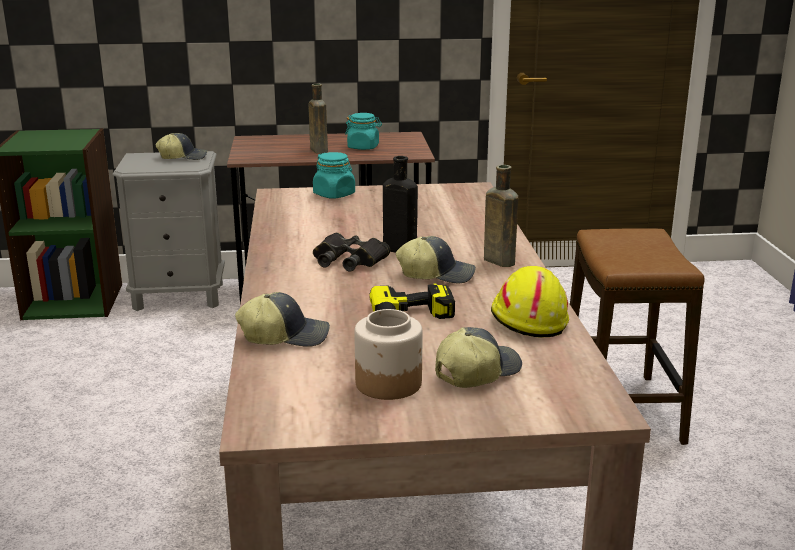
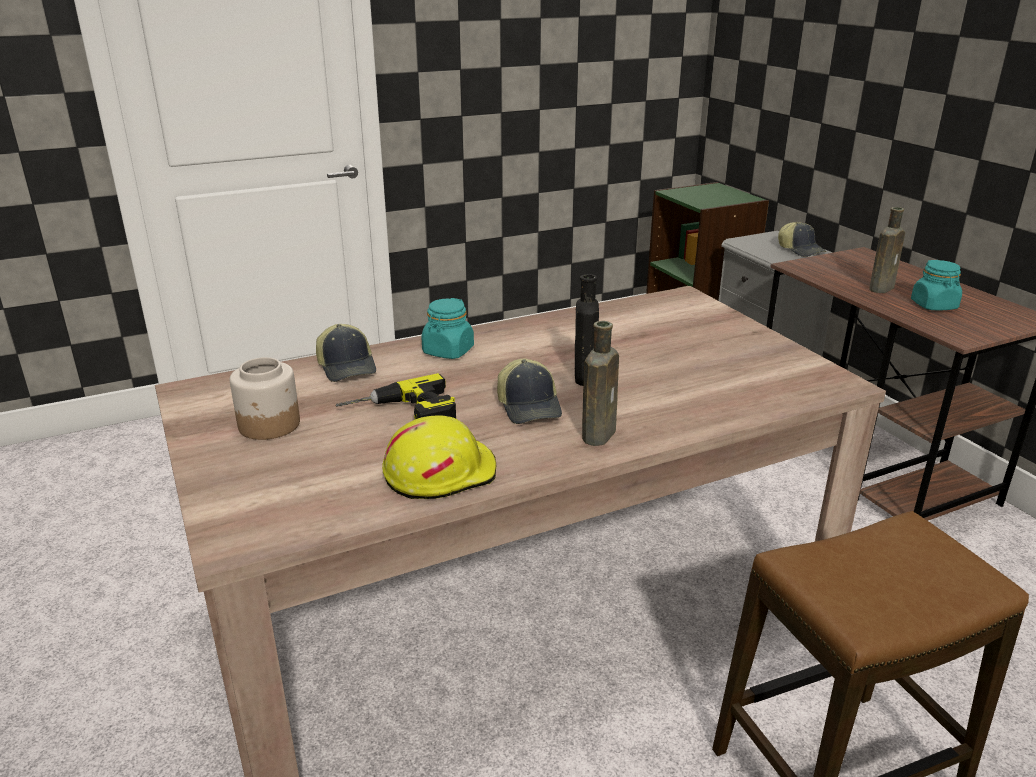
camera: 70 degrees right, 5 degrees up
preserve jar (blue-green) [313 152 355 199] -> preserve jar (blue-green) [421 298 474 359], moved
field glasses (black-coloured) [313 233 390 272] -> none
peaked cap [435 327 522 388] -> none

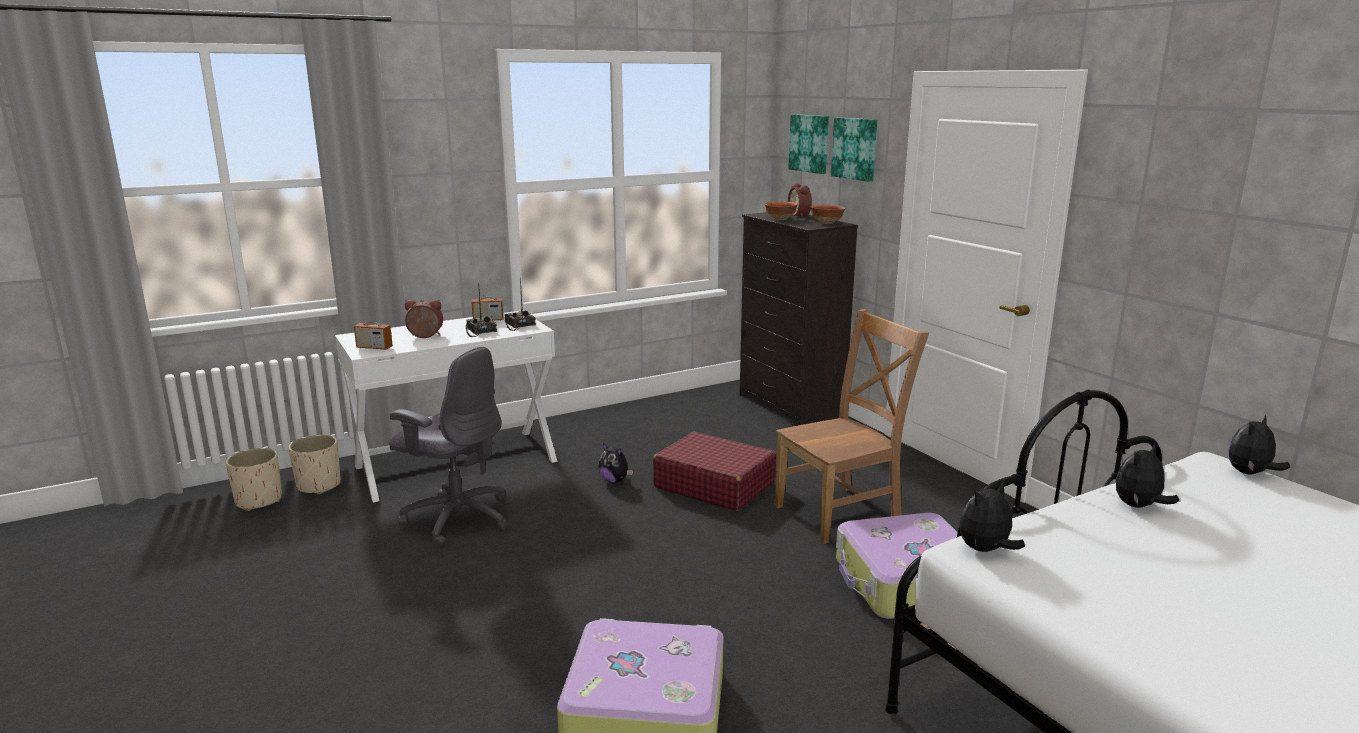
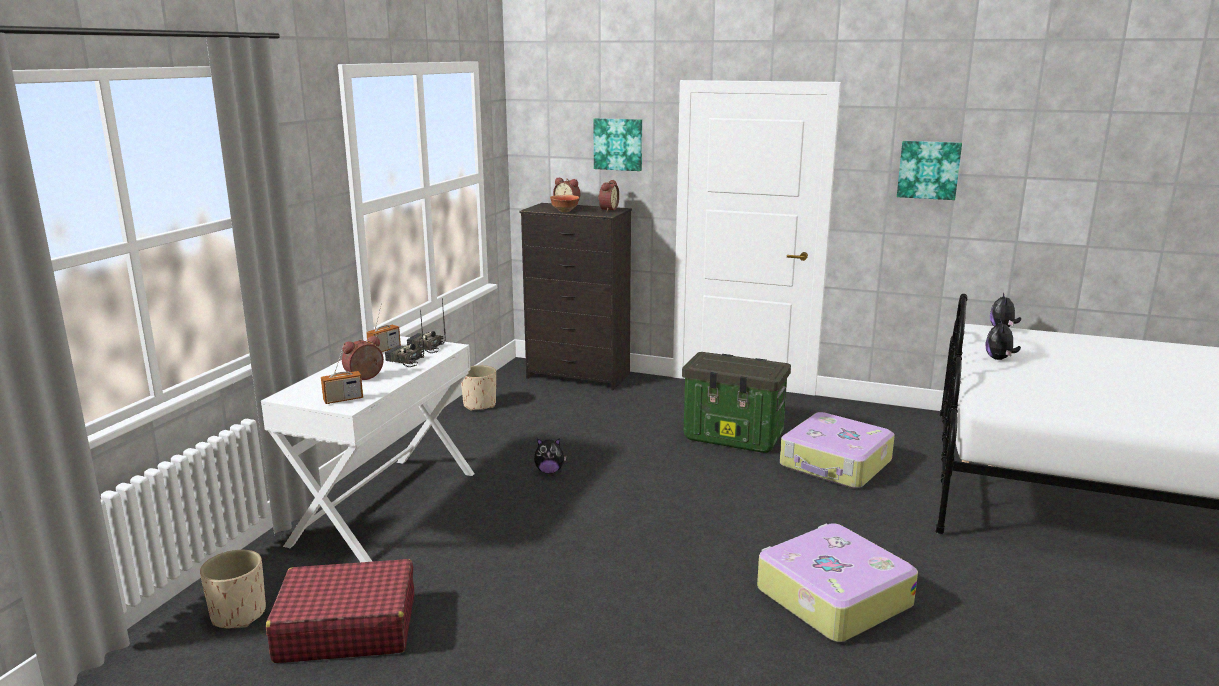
camera: 40 degrees left, 0 degrees up
planter (beige) [288 435 341 494] -> planter (beige) [461 365 496 411], moved
computer chair (greyish) [389 347 508 547] -> none
travel case (red-coloured) [653 432 776 511] -> travel case (red-coloured) [266 559 414 663], moved
plain chair (brown-coloured) [774 309 929 544] -> storage box [682 352 791 453]
wall picture [789 114 829 174] -> wall picture [897 141 962 200], moved
serving bowl [810 204 845 224] -> bedside clock [598 180 619 212]
cuddly toy [960 482 1025 552] -> none

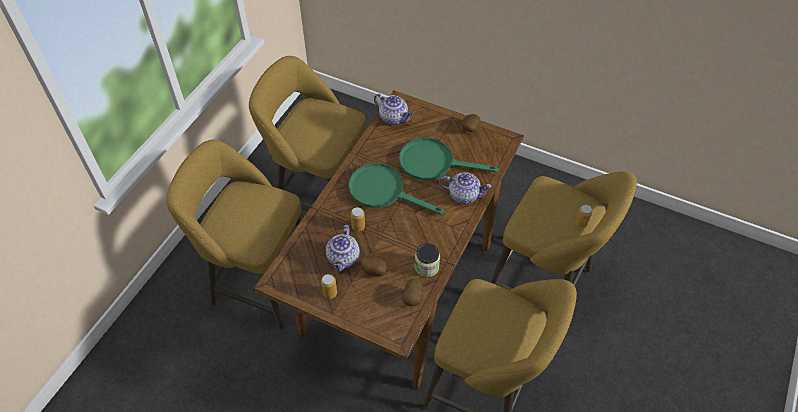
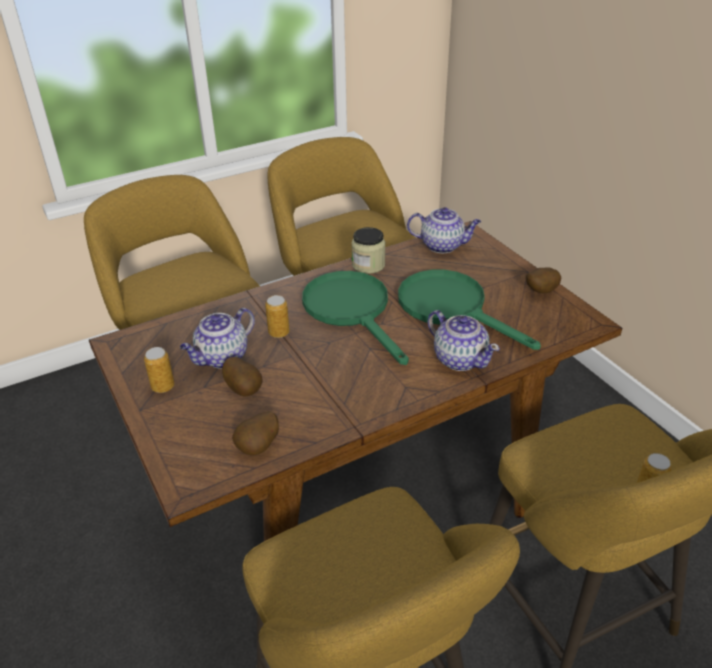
camera: 35 degrees right, 15 degrees down
pot for tea [374 94 414 125] -> pot for tea [407 207 481 253], 60 degrees counterclockwise
preserve jar [415 243 440 277] -> preserve jar [351 227 386 274], moved

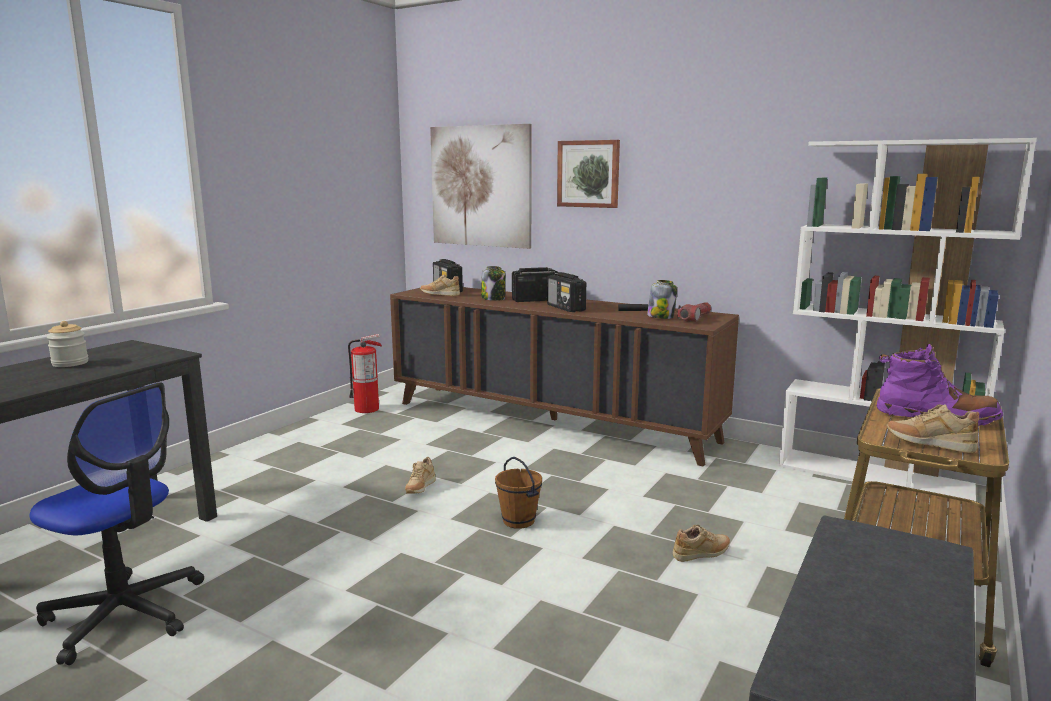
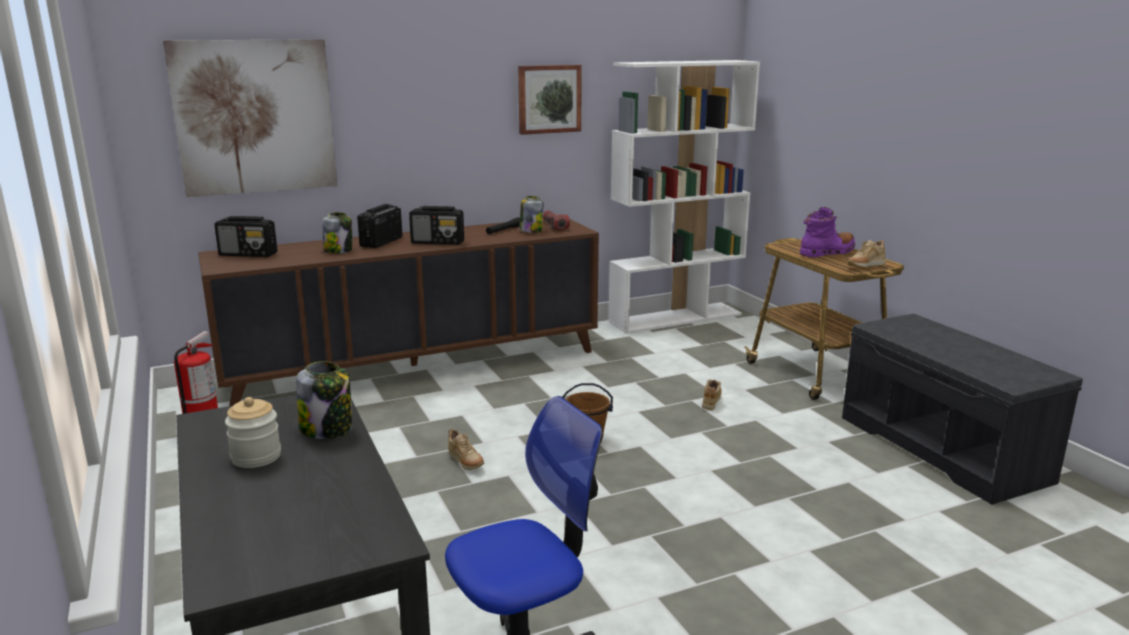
camera: 55 degrees left, 5 degrees up
item of footwear (beige) [420 274 460 296] -> none
wall picture [557 140 620 208] -> wall picture [518 65 582 135], moved
none -> preserve jar [296 361 352 439]

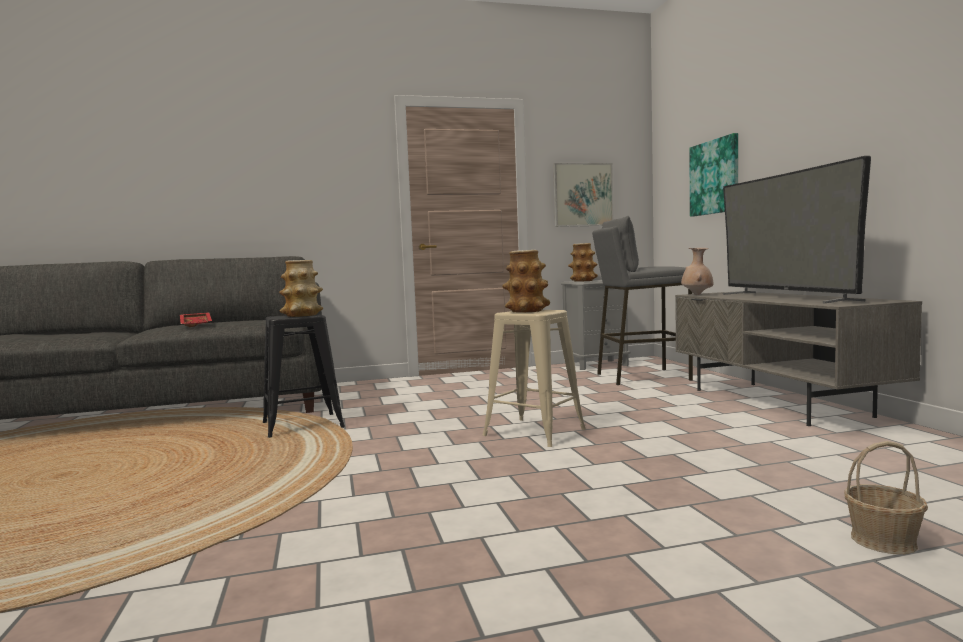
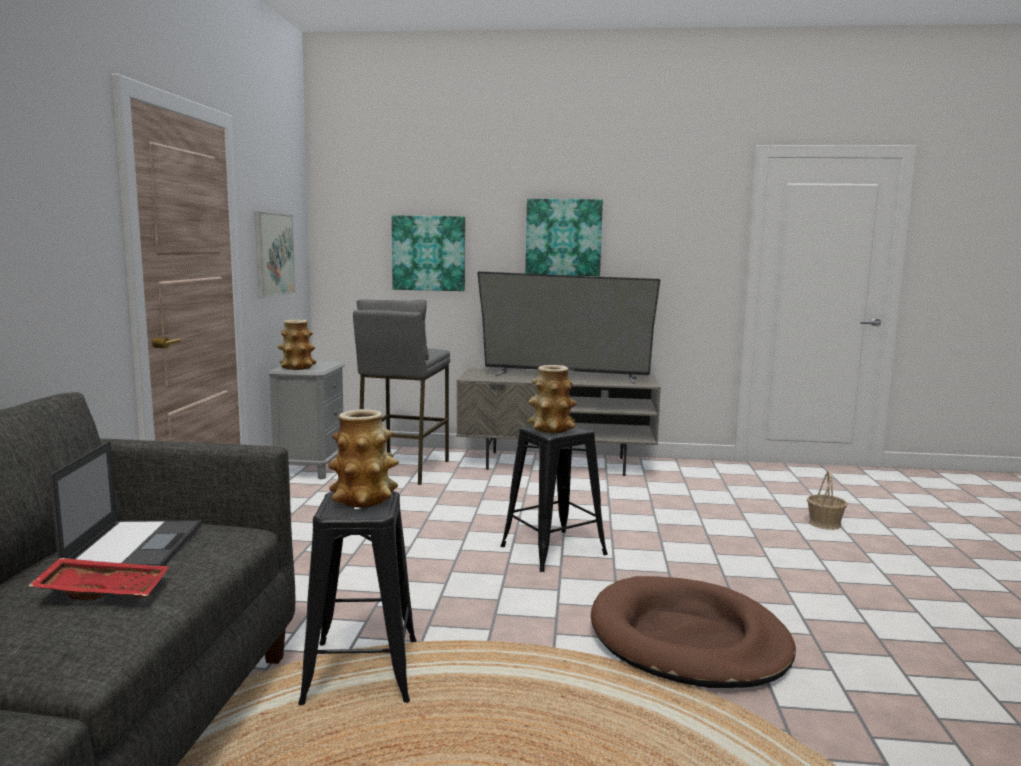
camera: 70 degrees left, 5 degrees up
sitting stool (beige) [483 310 586 447] -> sitting stool (black-coloured) [501 425 608 572]
vase (beige) [681 248 714 295] -> none
none -> portable computer [49 441 202 566]
none -> wall picture [526 199 603 276]
none -> dog bed (brown-coloured) [591 576 796 688]

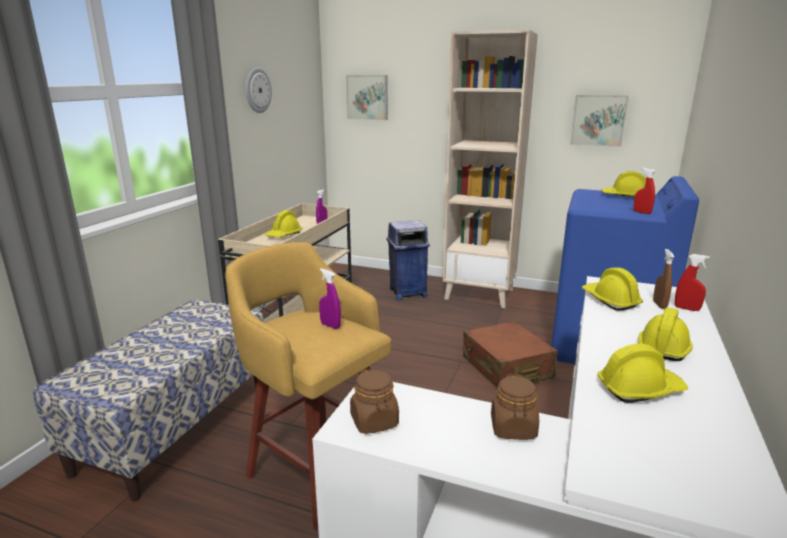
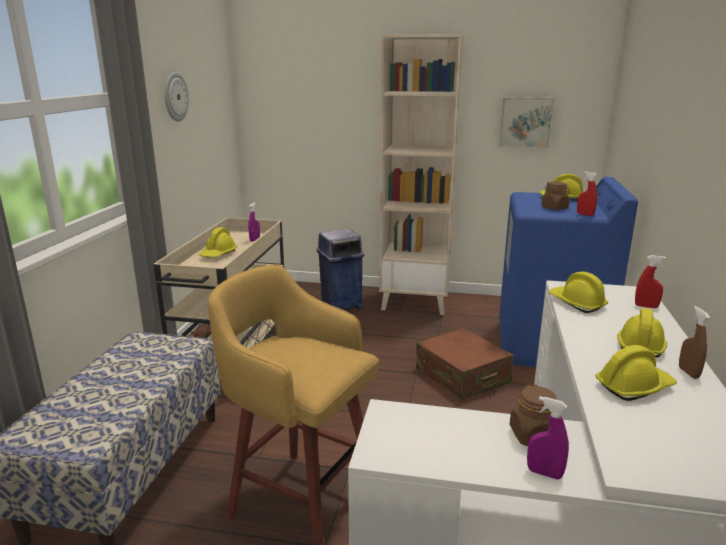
camera: 10 degrees left, 0 degrees up
hand sprayer (purple-coloured) [319 269 341 329] -> hand sprayer (purple-coloured) [527 396 569 479], moved
wall picture [346 75 388 120] -> none
preserve jar (brown-coloured) [350 369 399 434] -> preserve jar (brown-coloured) [541 182 570 210], moved
hand sprayer (brown-coloured) [653 249 674 309] -> hand sprayer (brown-coloured) [679 306 710 379], moved

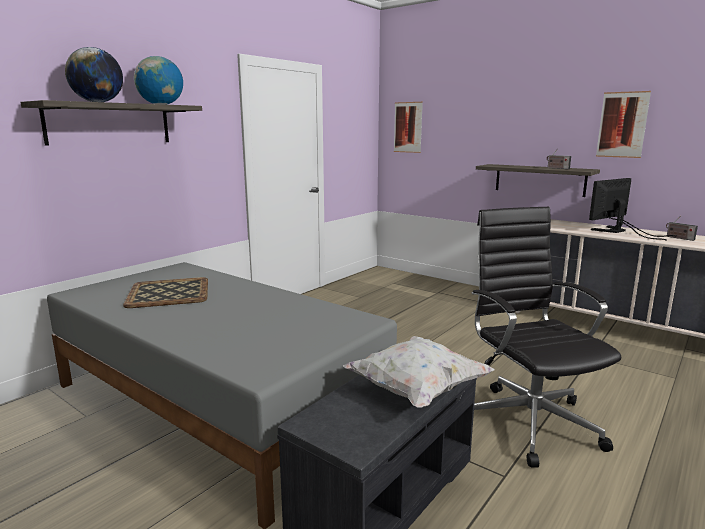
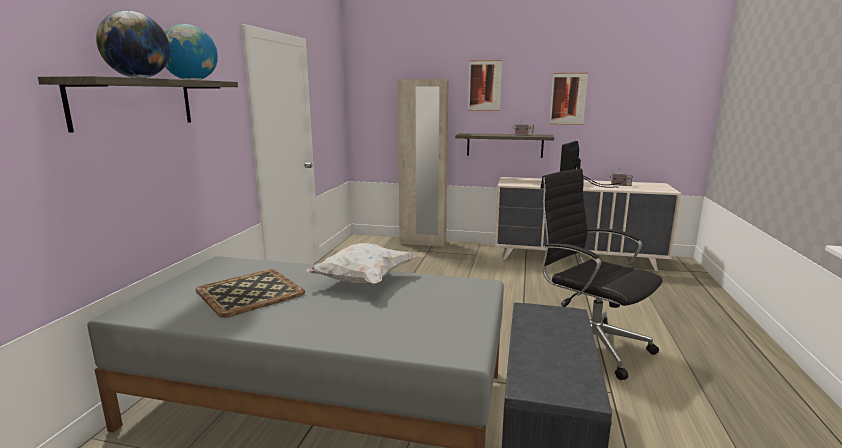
camera: 25 degrees left, 0 degrees up
cushion (white) [343 336 495 408] -> cushion (white) [306 243 415 285], moved
wall picture [394 102 423 153] -> wall picture [468 60 502 111], moved
none -> armoire (beige) [398 79 449 247]

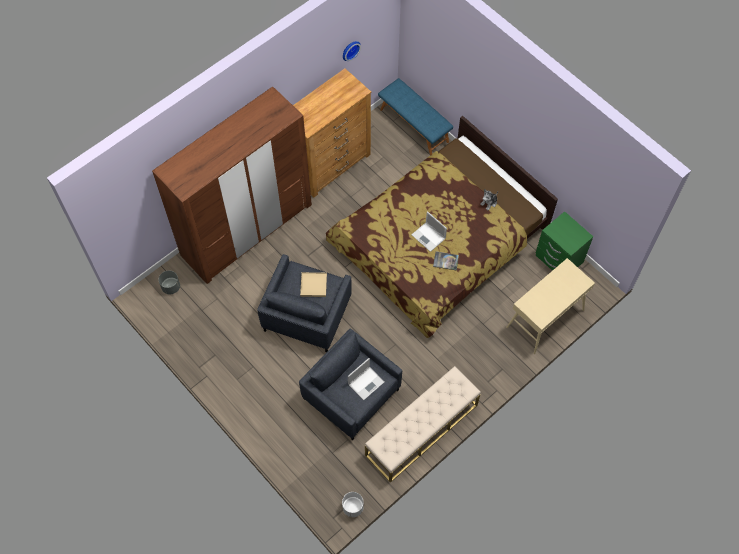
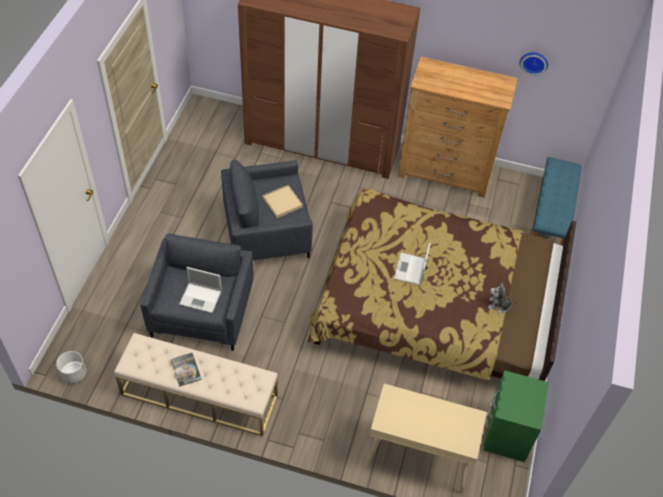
camera: 55 degrees right, 10 degrees down
planter (greyish) [158 270 180 294] -> none
book [433 251 459 271] -> book [170 353 202 387], moved

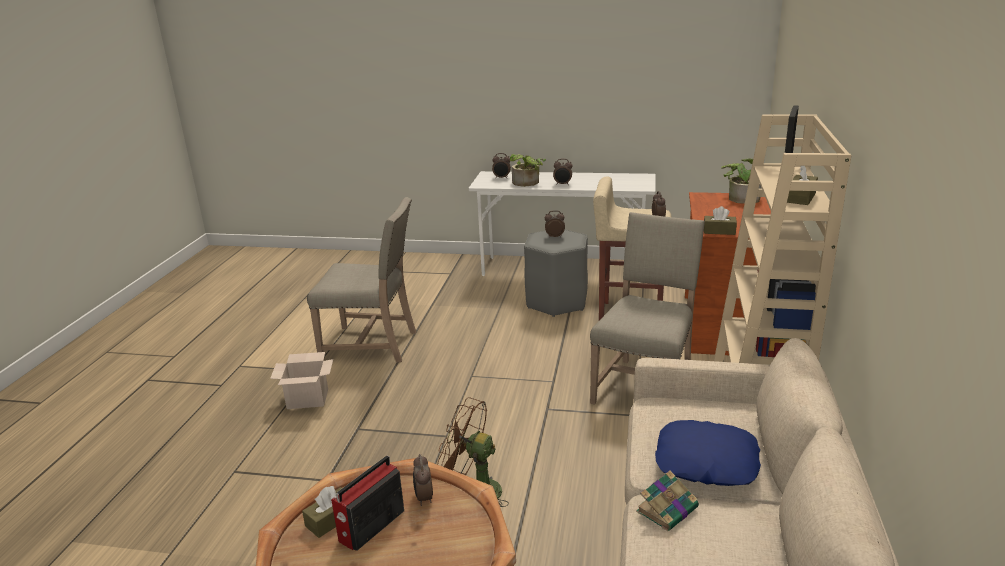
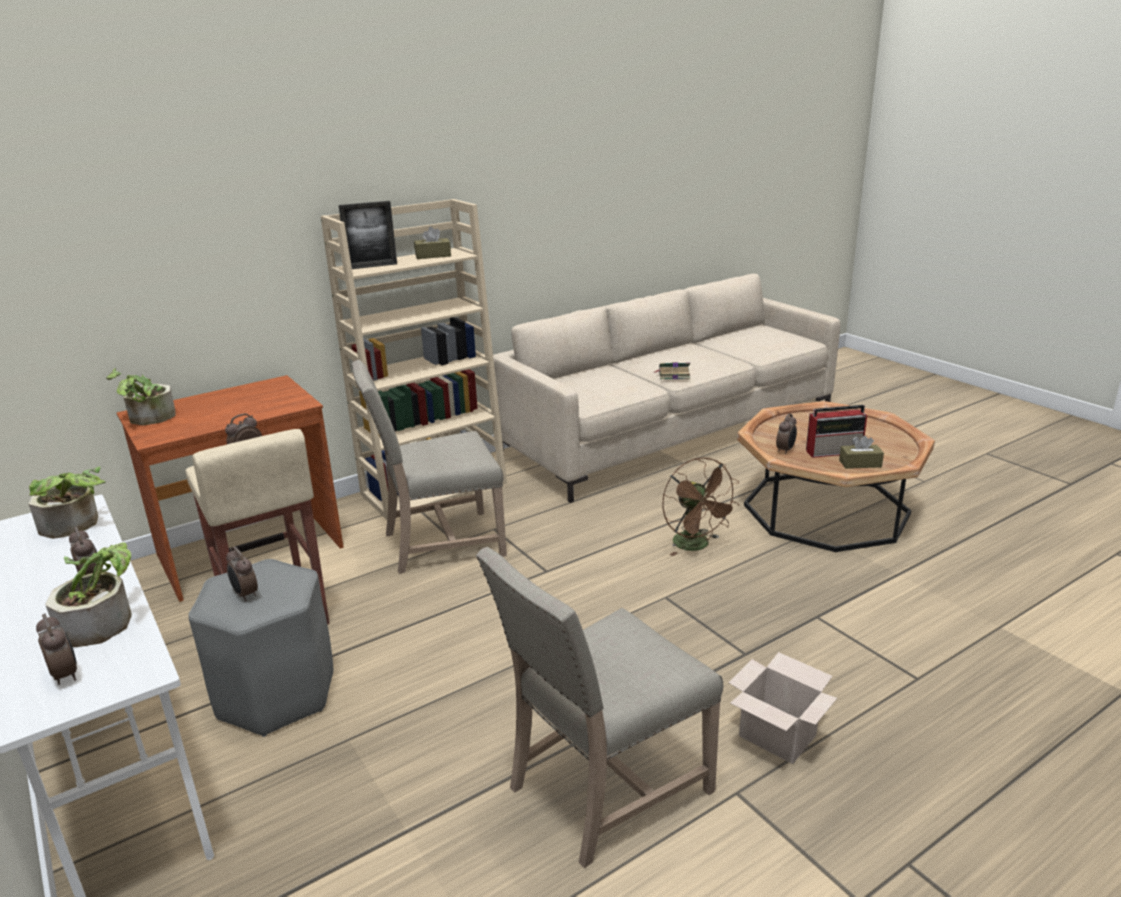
camera: 135 degrees left, 0 degrees up
plain chair (beige) [307 197 416 363] -> plain chair (beige) [476 547 723 868], 90 degrees counterclockwise
cushion (bluish) [655 420 761 486] -> none
tissue holder (brown-coloured) [704 206 737 235] -> none
none -> potted plant [29 466 106 539]

